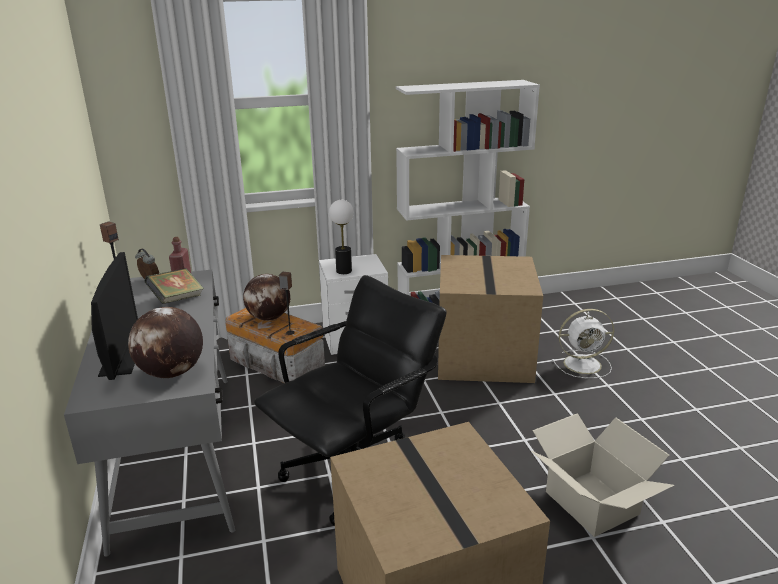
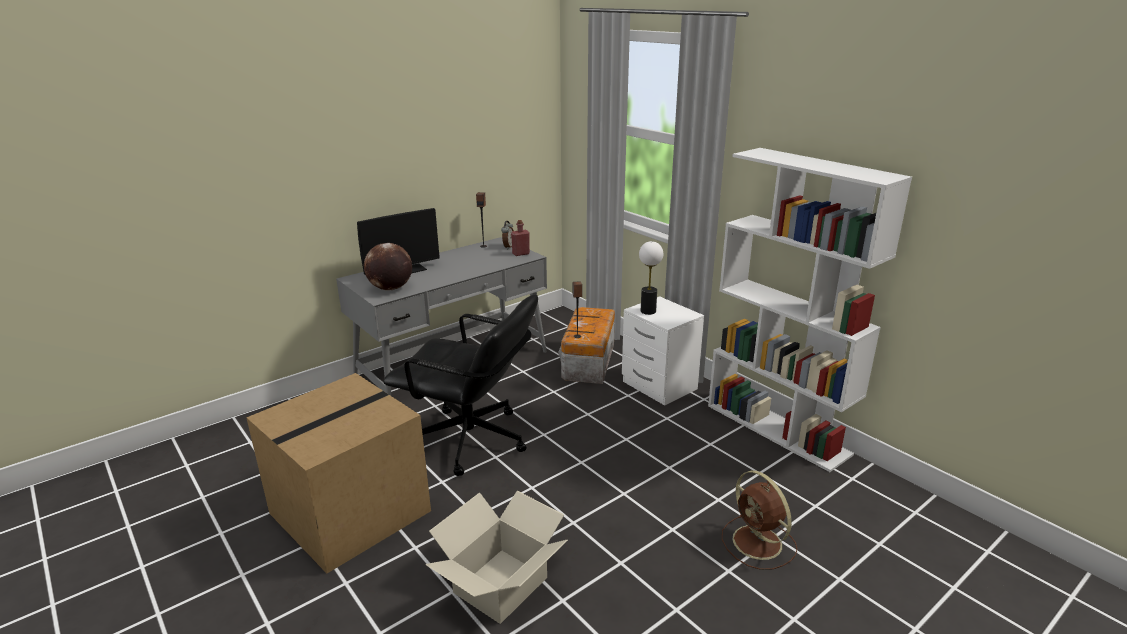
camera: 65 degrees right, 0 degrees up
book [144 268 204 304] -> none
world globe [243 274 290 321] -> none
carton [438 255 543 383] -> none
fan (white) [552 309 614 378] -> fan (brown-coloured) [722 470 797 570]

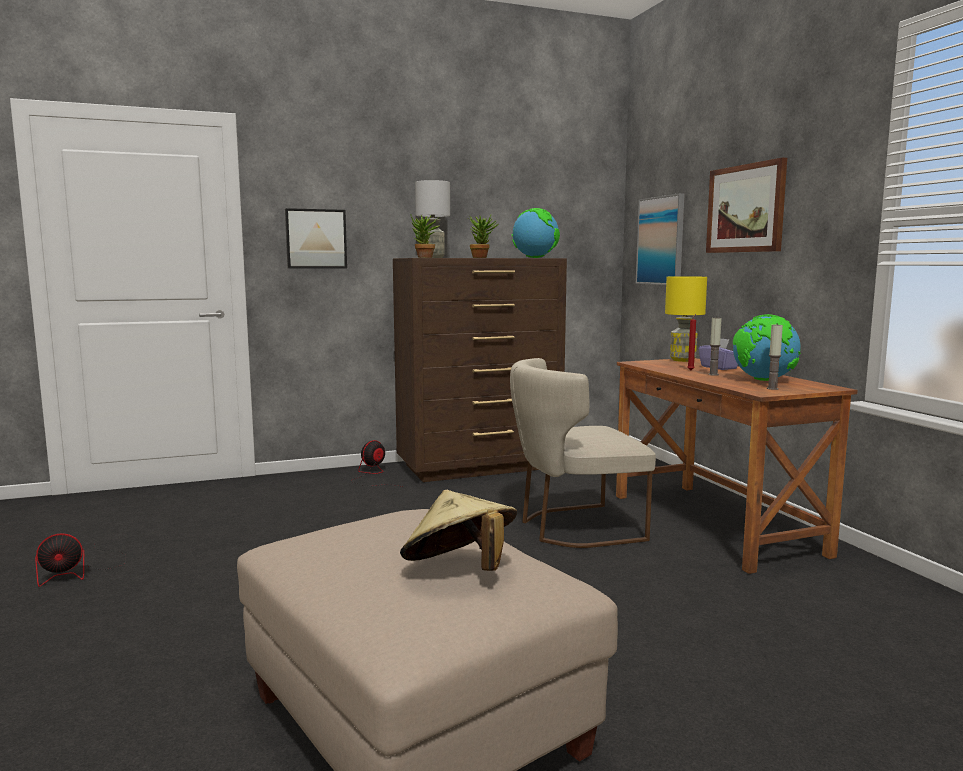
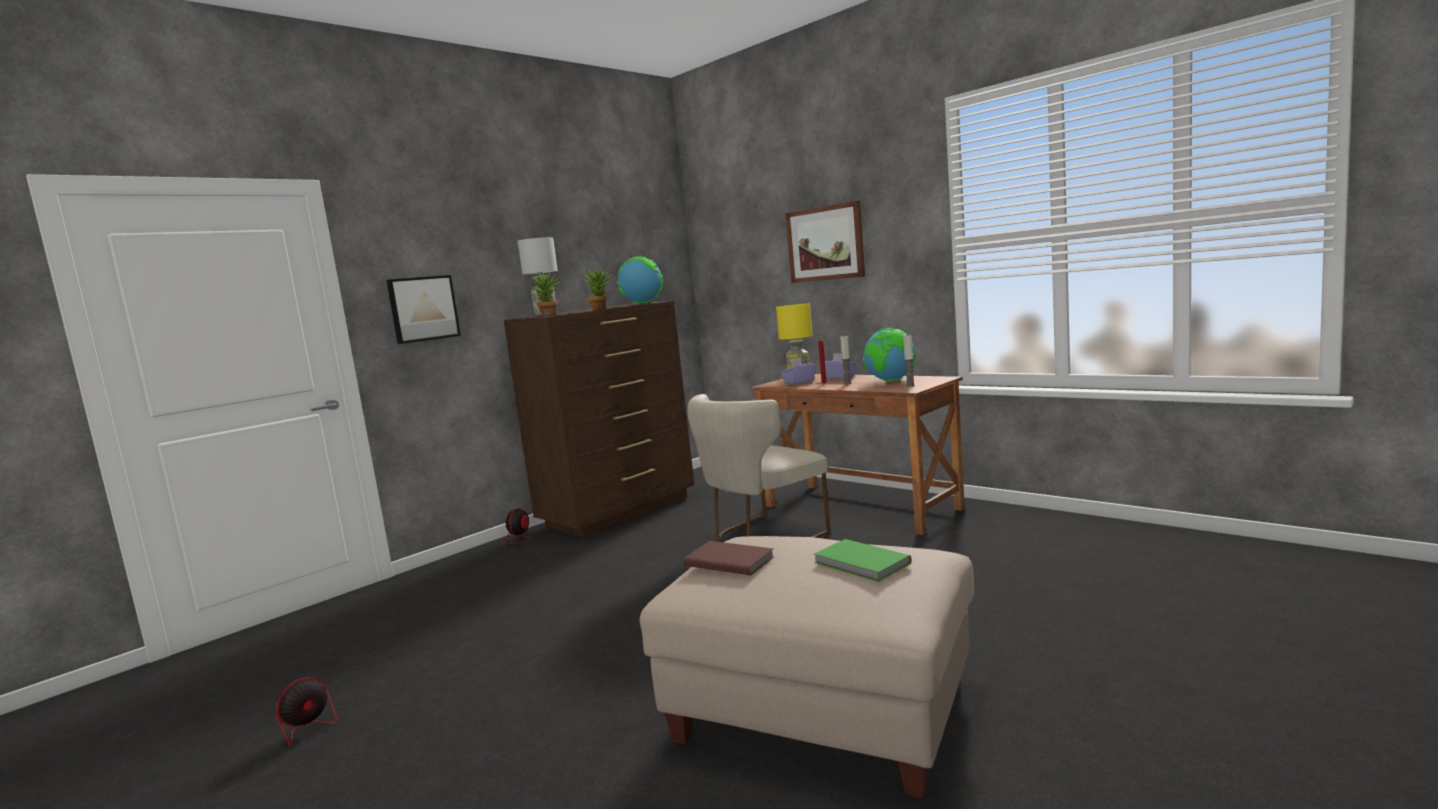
camera: 25 degrees left, 0 degrees up
clothing hat (beige) [400 489 517 571] -> book (greenish) [814 539 912 582]
wall picture [636 193 685 285] -> none
none -> book (brown-coloured) [683 541 774 575]
none -> tissue holder (purple-coloured) [780 357 816 385]

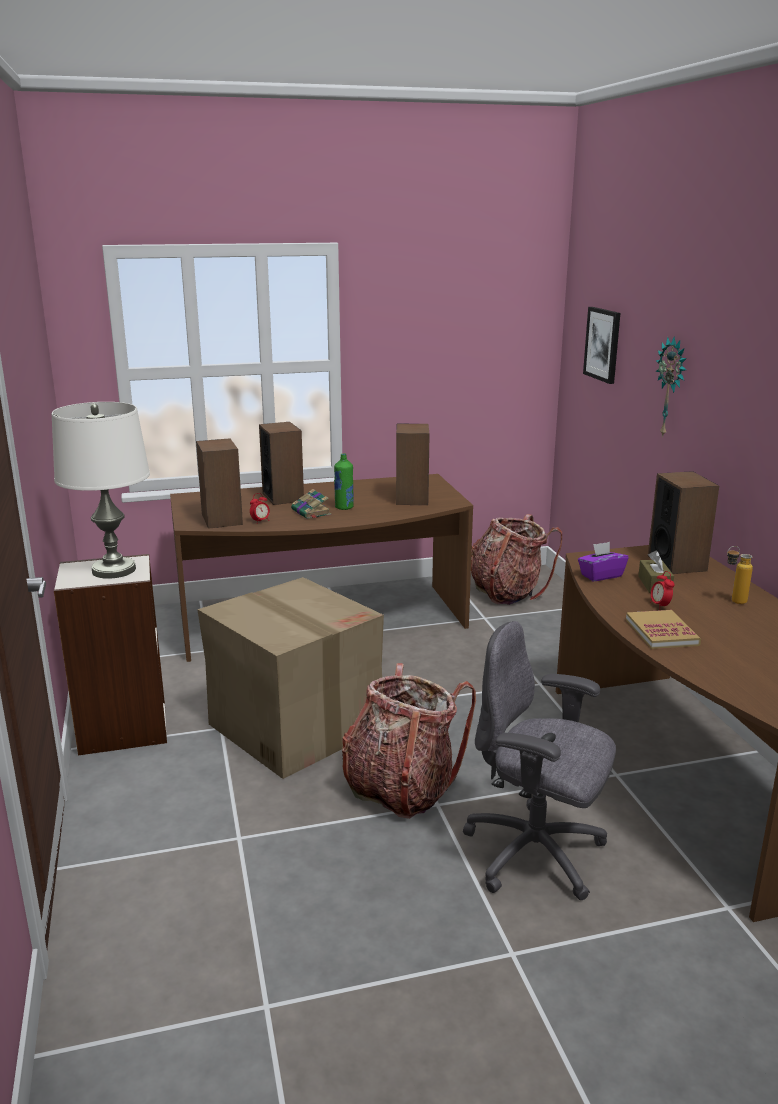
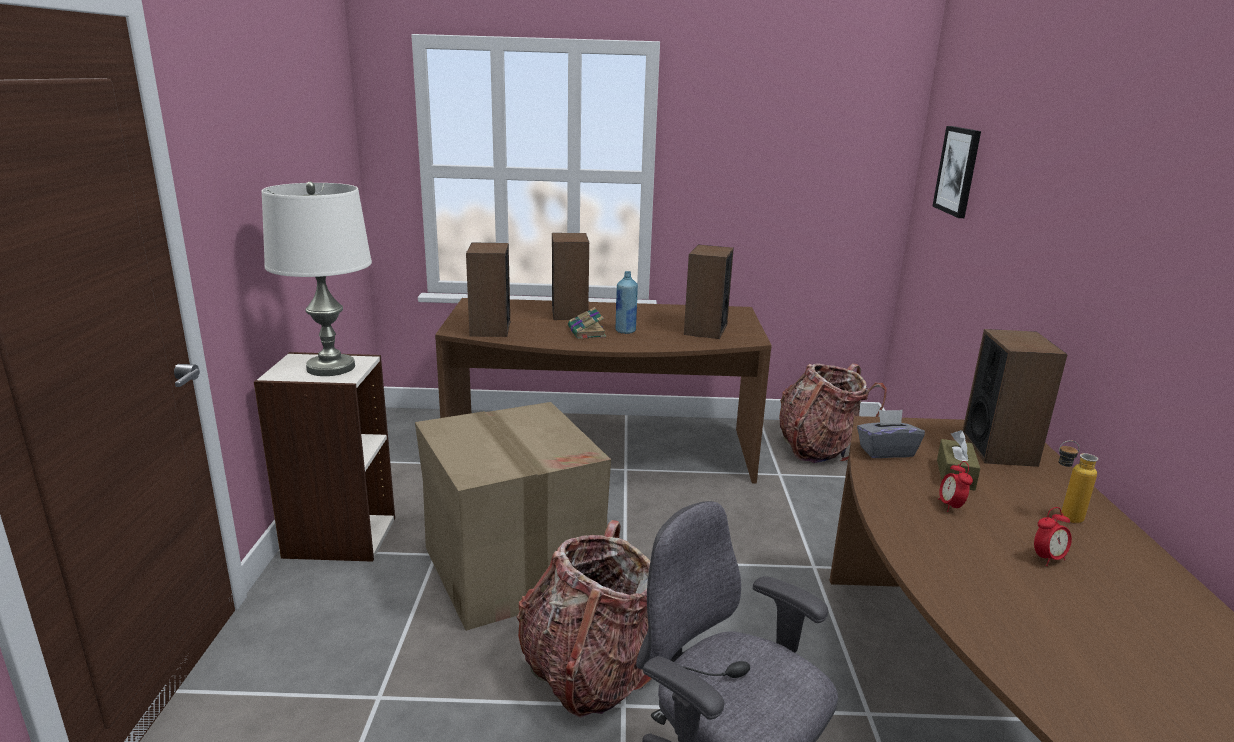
camera: 15 degrees right, 0 degrees up
bedside clock [250 493 270 524] -> bedside clock [1034 507 1072 566], moved
drink bottle (greenish) [334 453 353 510] -> drink bottle (bluish) [615 271 638 334]
tissue holder (purple-coloured) [578 542 628 581] -> tissue holder (greyish) [857 410 925 458]
book [626 610 701 649] -> none
wall clock [656 336 687 438] -> none

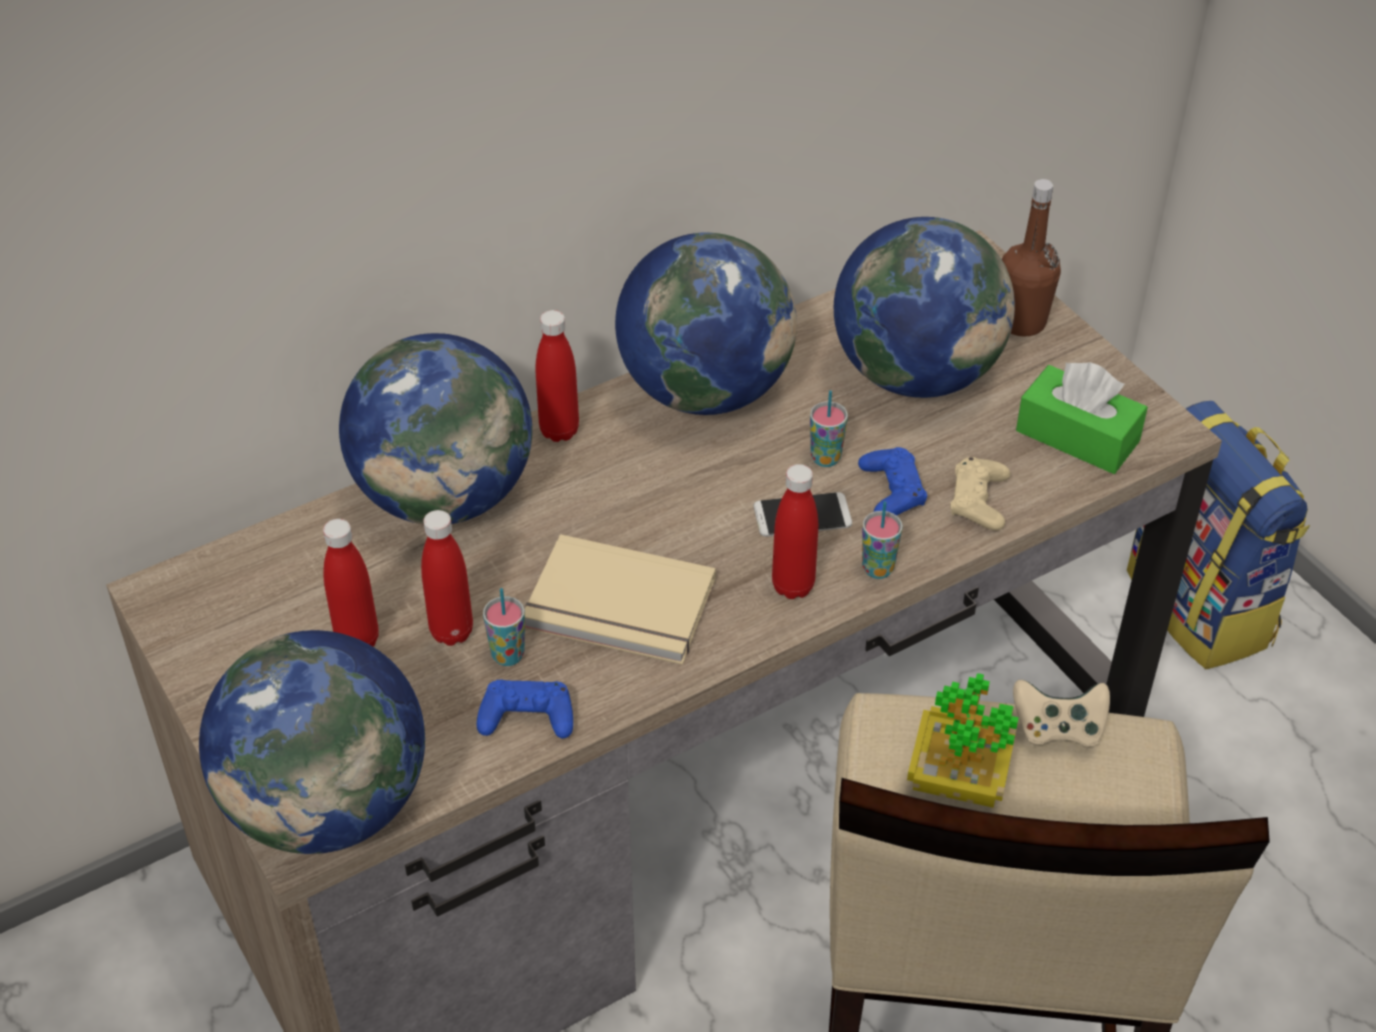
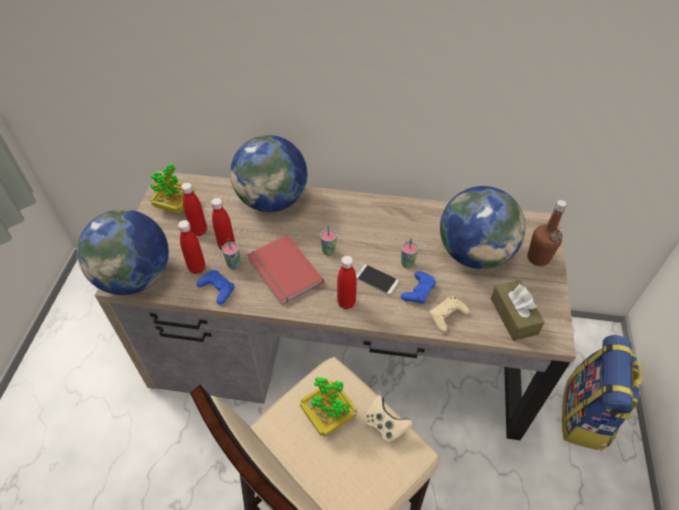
camera: 40 degrees right, 5 degrees up
book (beige) [525 534 716 665] -> book (red-coloured) [247 235 324 305]
drink bottle (red-coloured) [535 310 579 442] -> drink bottle (red-coloured) [178 220 205 274], moved
world globe [615 233 797 415] -> none
drinking cup [862 501 903 579] -> drinking cup [320 225 337 256], moved
tissue holder (greenish) [1016 362 1148 474] -> tissue holder (brown-coloured) [491 280 545 341]
none -> potted plant [150 164 195 214]

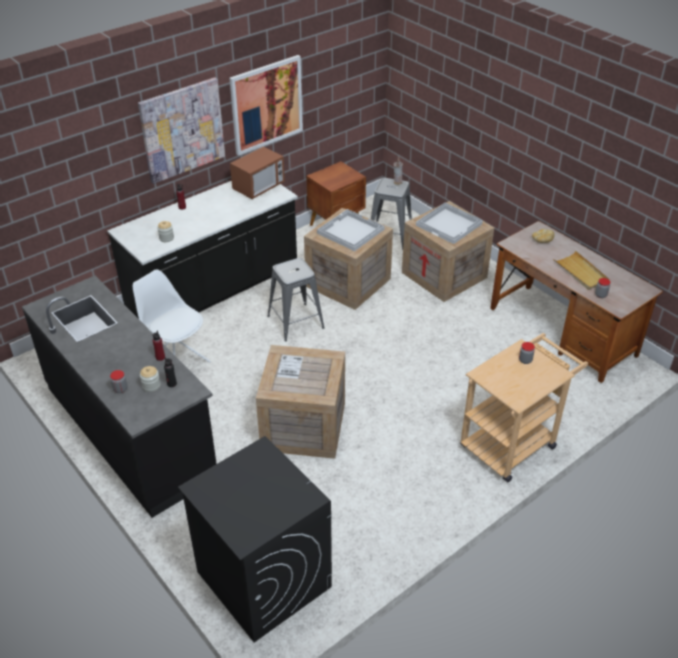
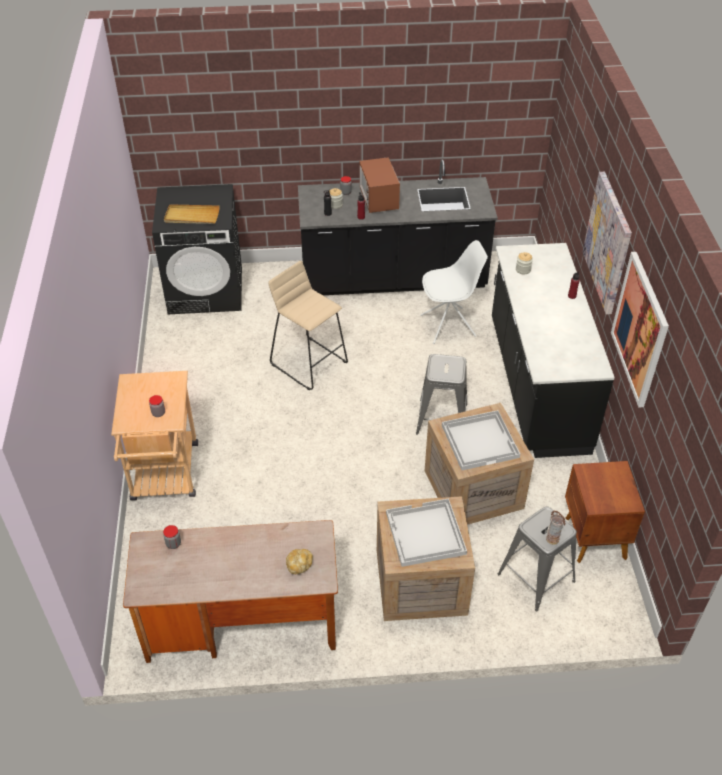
camera: 125 degrees right, 5 degrees up
microwave oven [230 146 285 199] -> microwave oven [359 157 400 213], moved
crate [256 345 345 459] -> sitting stool (beige) [269 261 348 390]
tray (beige) [553 251 610 290] -> tray (beige) [164 204 220 224], moved

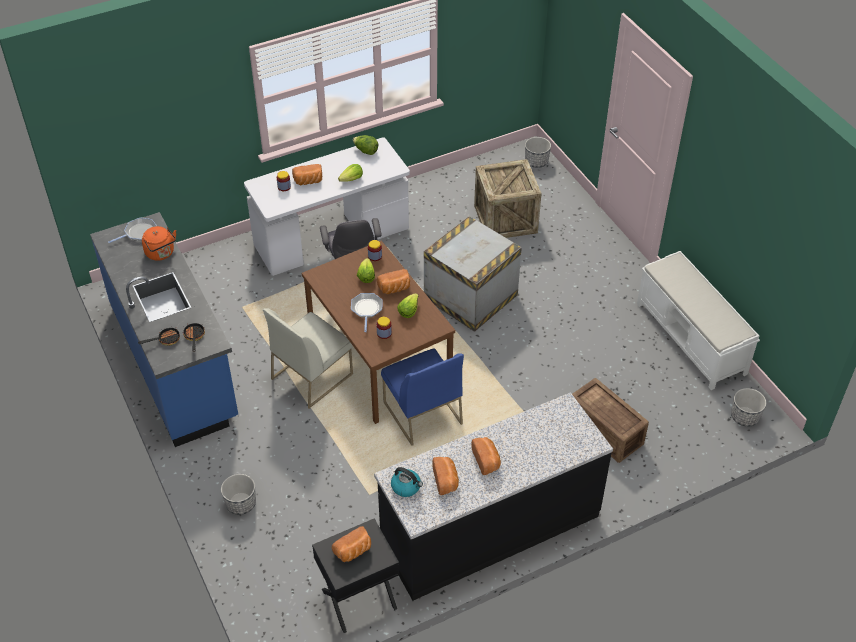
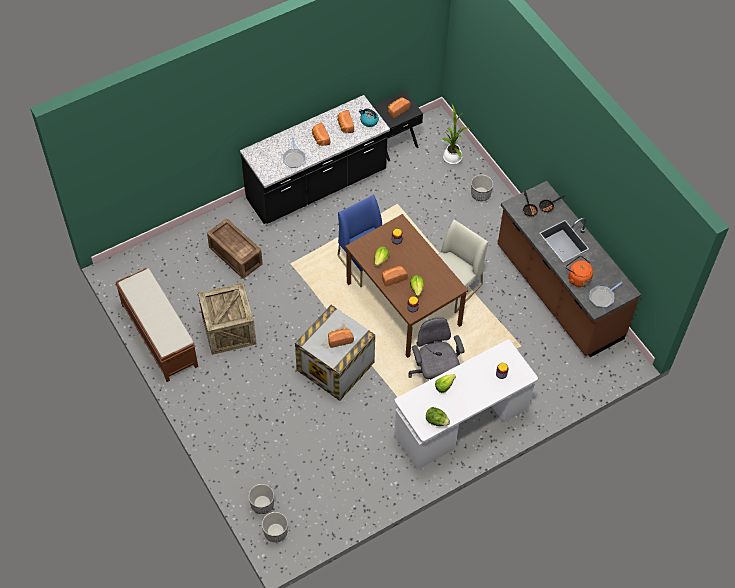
camera: 175 degrees right, 10 degrees up
kitchen base unit (bluish) [90 212 238 447] -> kitchen base unit (brown-coloured) [498 181 641 357]
bakery bread [292 164 322 185] -> bakery bread [328 328 354 348], moved
frying pan [351 293 383 332] -> frying pan [283 138 306 168], moved
crate [474 159 542 238] -> crate [198 283 257 355], moved
long seat (white) [637 251 760 390] -> long seat (brown-coloured) [115 269 198 382]
planter [731 388 766 427] -> planter [248 484 274 514], moved
none -> potted plant [442 104 470 164]

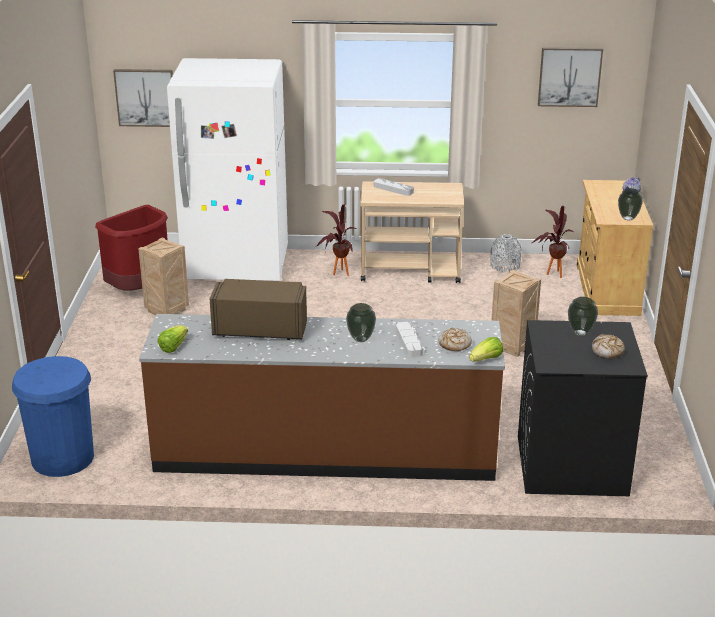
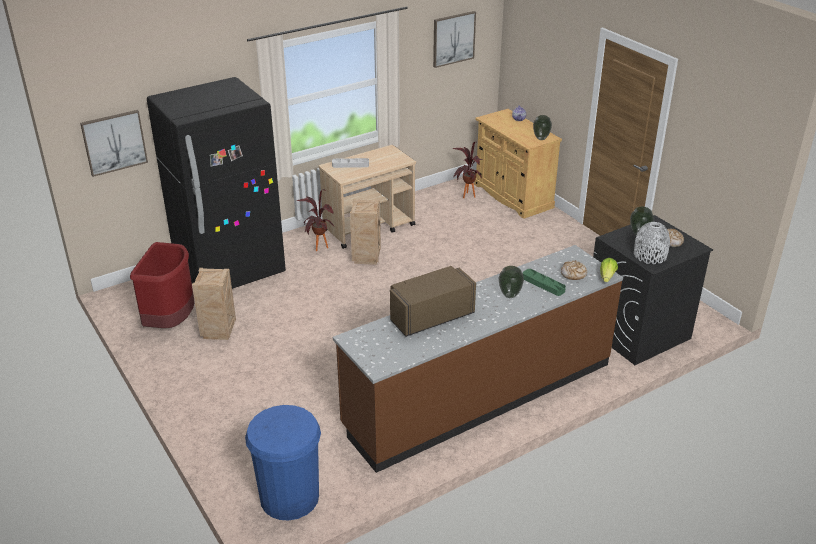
camera: 35 degrees left, 5 degrees up
lettuce [157 325 188 353] -> none
kitchen fridge (white) [167 58 288 281] -> kitchen fridge (black-coloured) [147 77 286 289]
tray (greyish) [396 322 423 357] -> tray (greenish) [523 269 566 296]
vase (greyish) [490 234 522 272] -> vase (greyish) [634 222 670 264], moved
crate [491 270 541 357] -> crate [350 199 381 265], moved

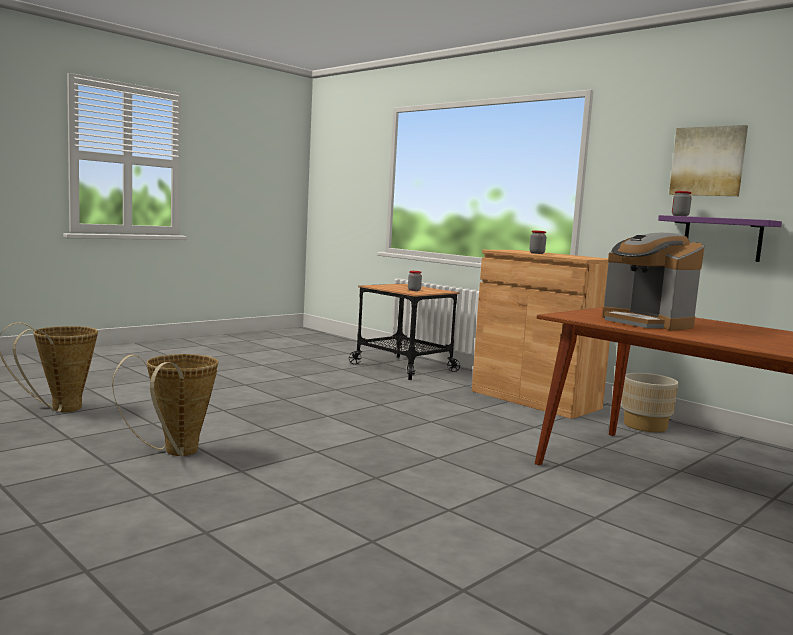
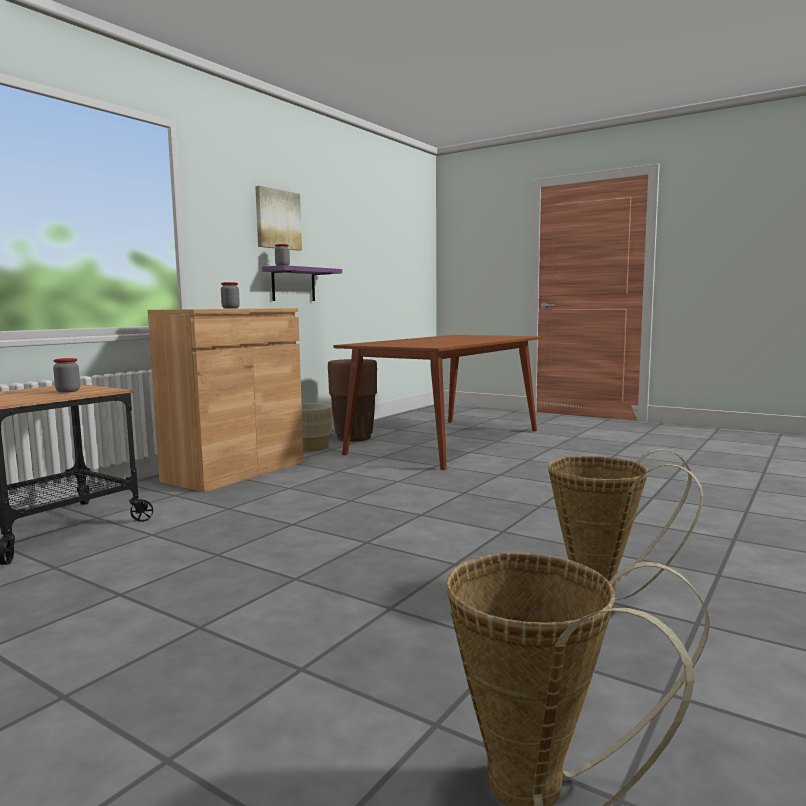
camera: 100 degrees left, 0 degrees up
coffee brewer [602 233 704 330] -> none
none -> planter (brown-coloured) [328 359 377 442]

